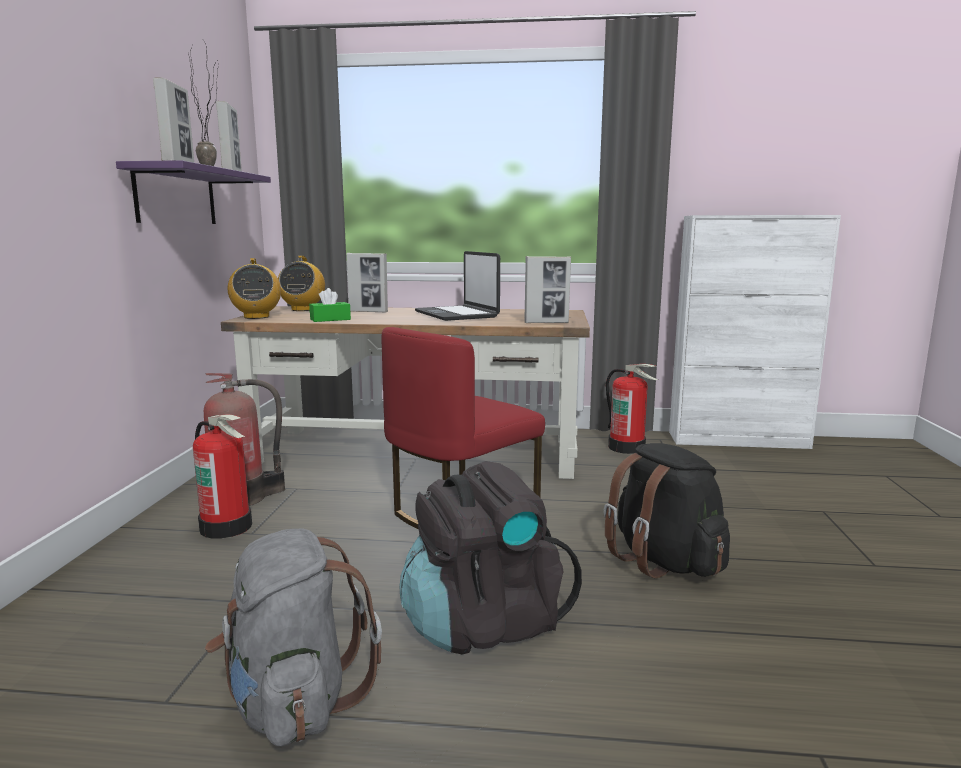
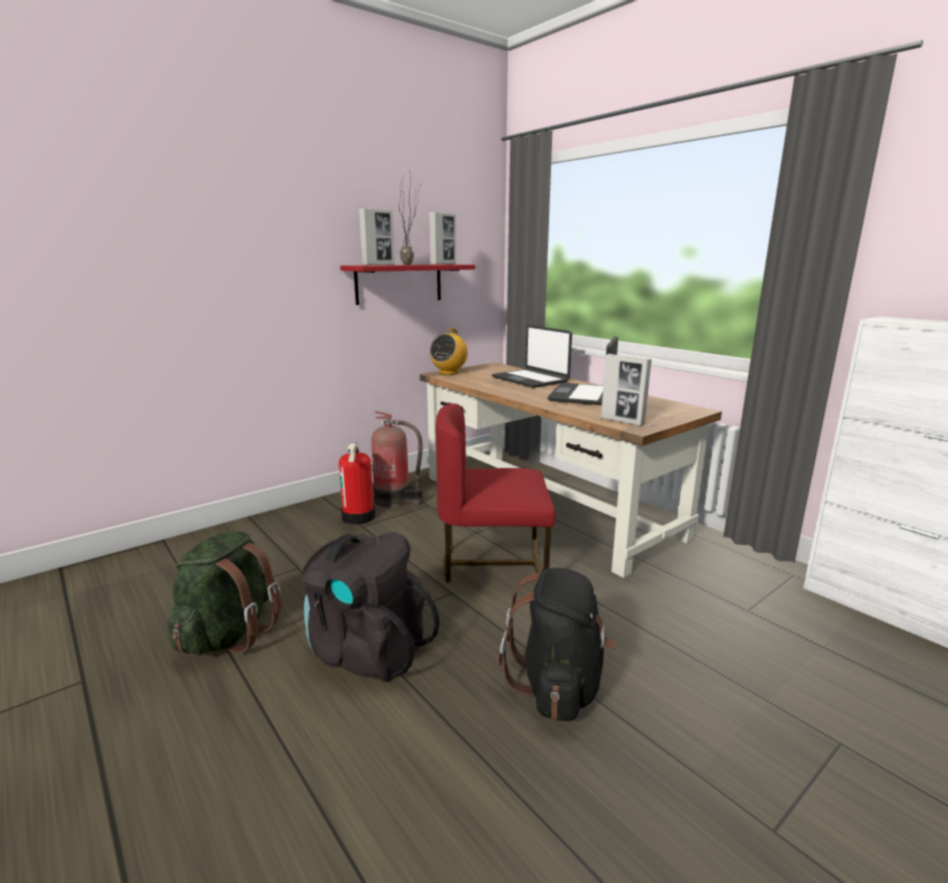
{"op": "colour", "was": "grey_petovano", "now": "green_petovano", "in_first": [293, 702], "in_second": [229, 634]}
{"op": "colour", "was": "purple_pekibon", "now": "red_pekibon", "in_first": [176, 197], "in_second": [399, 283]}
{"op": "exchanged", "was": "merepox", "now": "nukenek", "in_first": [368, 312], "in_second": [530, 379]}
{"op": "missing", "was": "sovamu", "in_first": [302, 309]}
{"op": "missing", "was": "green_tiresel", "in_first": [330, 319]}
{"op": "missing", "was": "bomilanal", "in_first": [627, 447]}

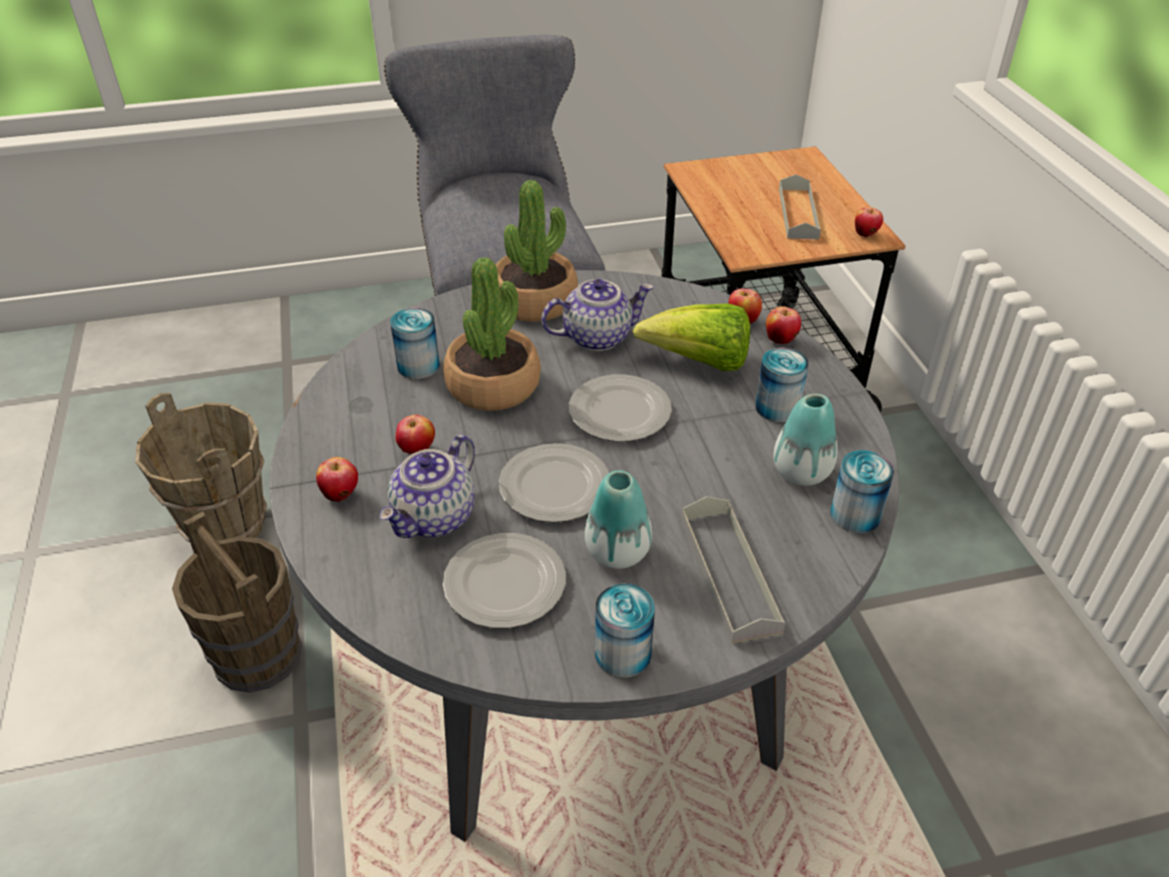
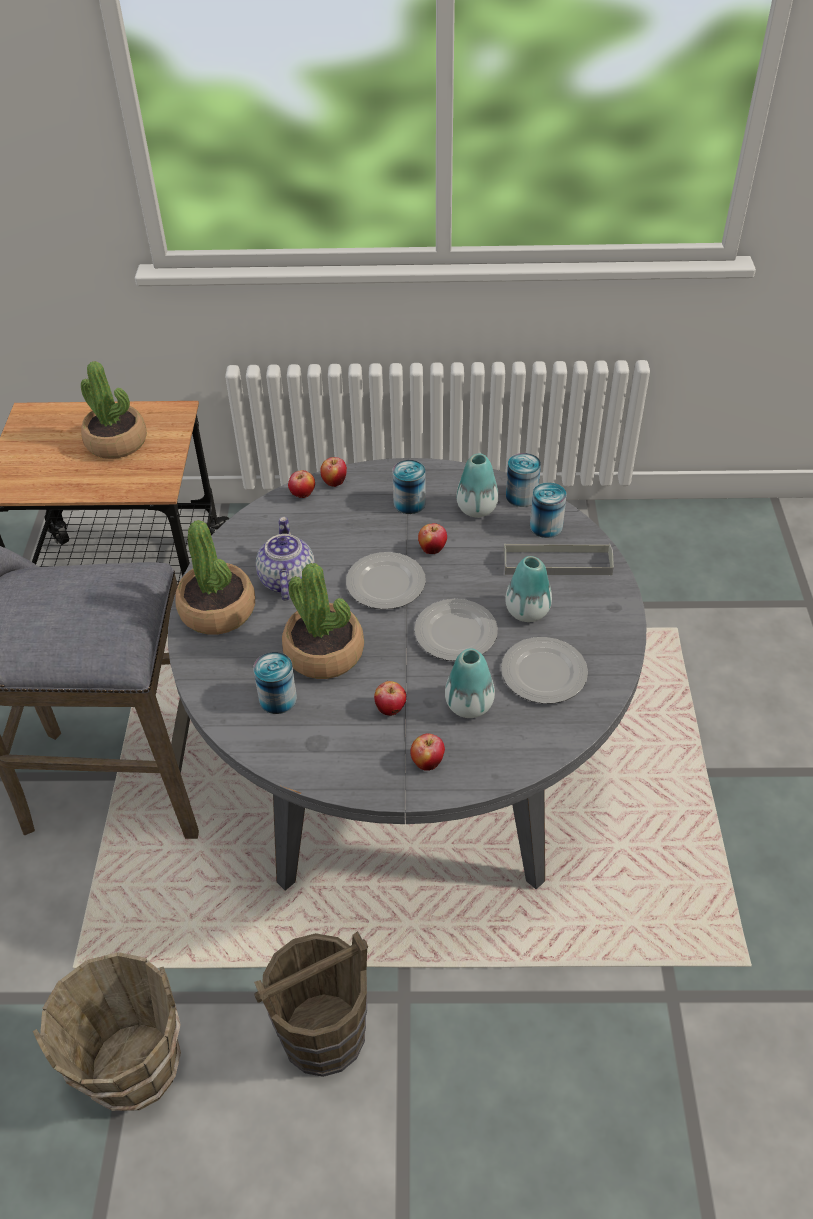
{"op": "exchanged", "was": "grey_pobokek", "now": "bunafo", "in_first": [798, 213], "in_second": [117, 442]}
{"op": "relocated", "was": "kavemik", "in_first": [865, 234], "in_second": [432, 549]}
{"op": "exchanged", "was": "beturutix", "now": "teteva", "in_first": [435, 518], "in_second": [469, 705]}
{"op": "relocated", "was": "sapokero", "in_first": [623, 653], "in_second": [546, 526]}
{"op": "missing", "was": "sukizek", "in_first": [699, 363]}

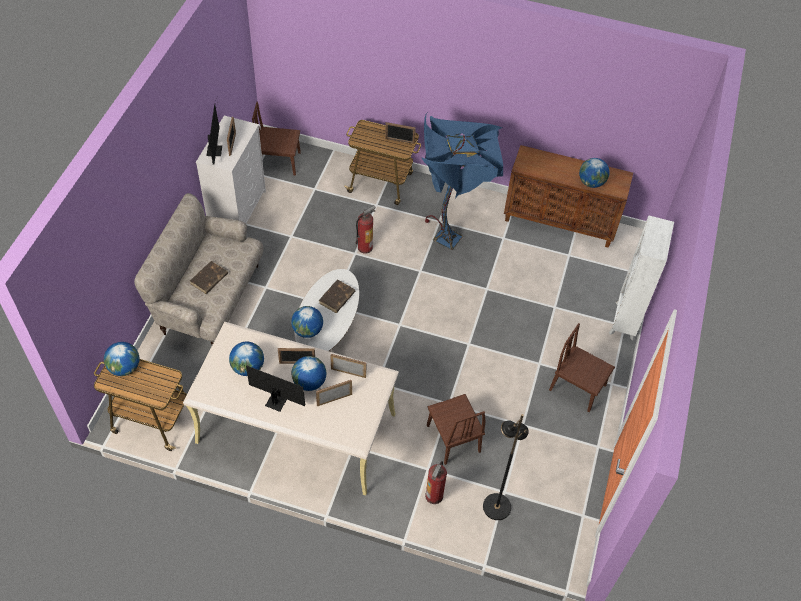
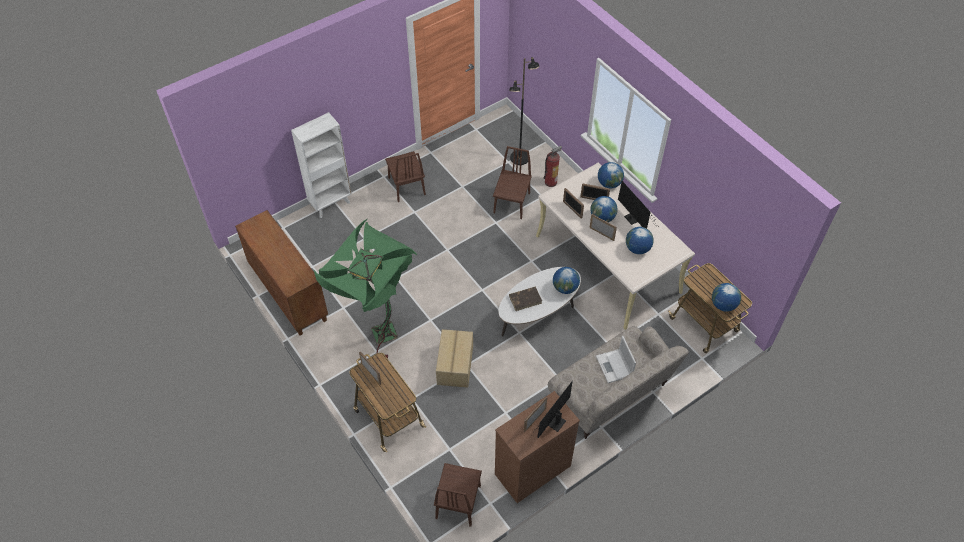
{"op": "colour", "was": "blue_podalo", "now": "green_podalo", "in_first": [452, 233], "in_second": [377, 335]}
{"op": "spun", "was": "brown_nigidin", "in_first": [279, 162], "in_second": [458, 501], "clockwise": 60}
{"op": "exchanged", "was": "bomilanal", "now": "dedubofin", "in_first": [365, 247], "in_second": [454, 365]}
{"op": "colour", "was": "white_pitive", "now": "brown_pitive", "in_first": [237, 209], "in_second": [532, 470]}
{"op": "exchanged", "was": "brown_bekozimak", "now": "nukenek", "in_first": [209, 279], "in_second": [614, 366]}
{"op": "relocated", "was": "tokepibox", "in_first": [591, 183], "in_second": [609, 183]}

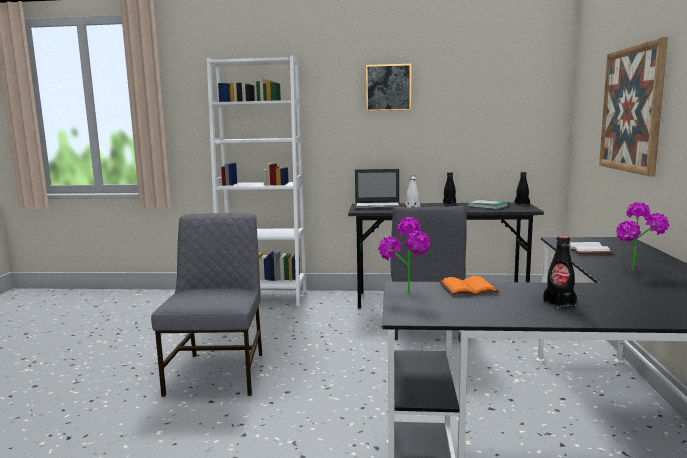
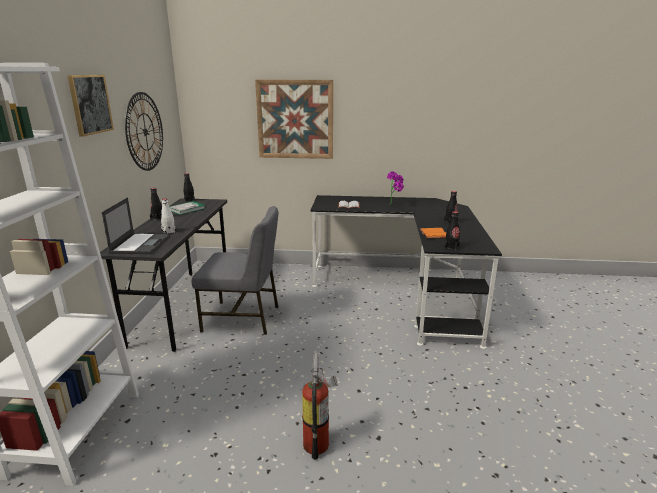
{"op": "appeared", "now": "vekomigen", "in_second": [145, 132]}
{"op": "exchanged", "was": "grey_nigidin", "now": "bomilanal", "in_first": [219, 372], "in_second": [318, 442]}
{"op": "exchanged", "was": "bunafo", "now": "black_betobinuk", "in_first": [406, 295], "in_second": [451, 247]}

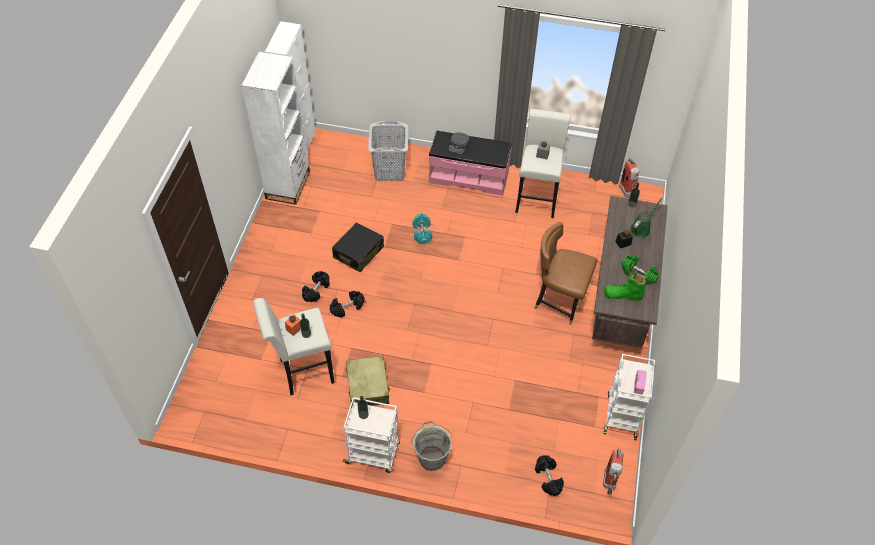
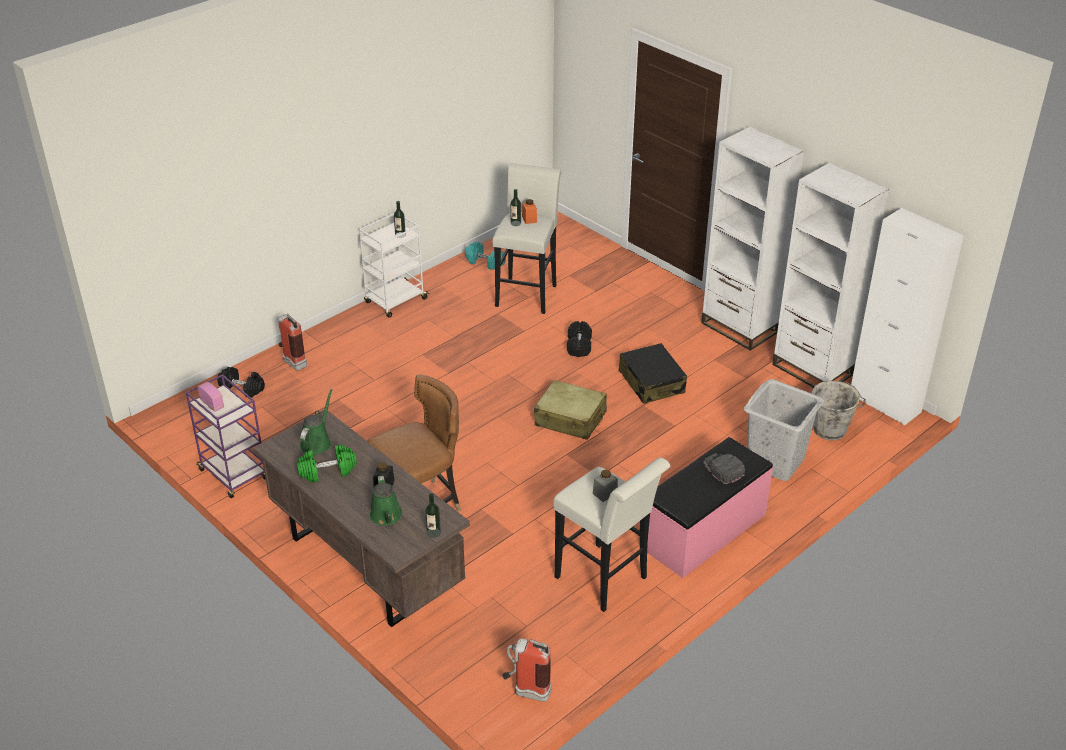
{"op": "colour", "was": "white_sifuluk", "now": "purple_sifuluk", "in_first": [621, 415], "in_second": [234, 475]}
{"op": "relocated", "was": "bomilanal", "in_first": [609, 483], "in_second": [292, 361]}
{"op": "exchanged", "was": "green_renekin", "now": "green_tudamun", "in_first": [623, 294], "in_second": [317, 442]}
{"op": "relocated", "was": "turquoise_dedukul", "in_first": [422, 233], "in_second": [485, 262]}
{"op": "relocated", "was": "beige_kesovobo", "in_first": [368, 386], "in_second": [570, 419]}
{"op": "appeared", "now": "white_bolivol", "in_second": [739, 327]}
{"op": "relocated", "was": "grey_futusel", "in_first": [432, 457], "in_second": [831, 430]}
{"op": "missing", "was": "black_dedukul", "in_first": [316, 290]}

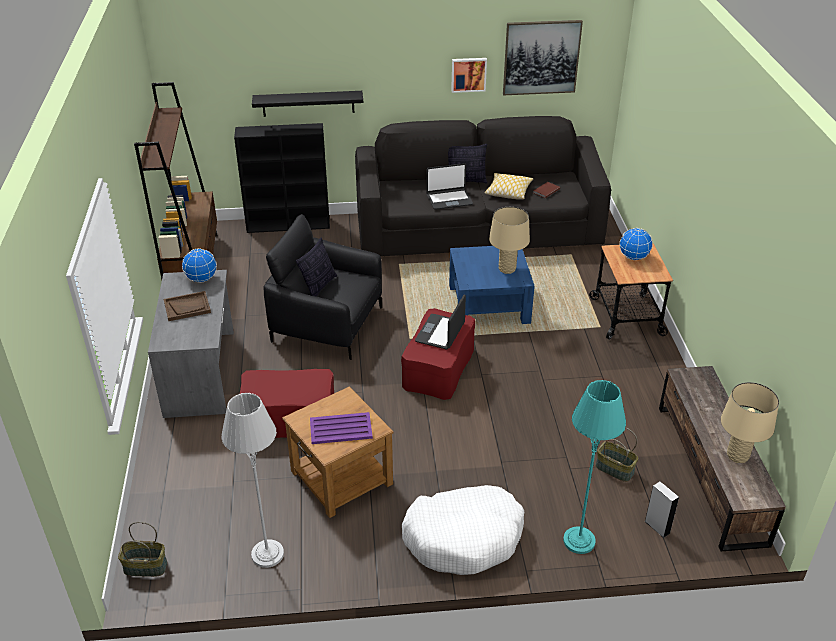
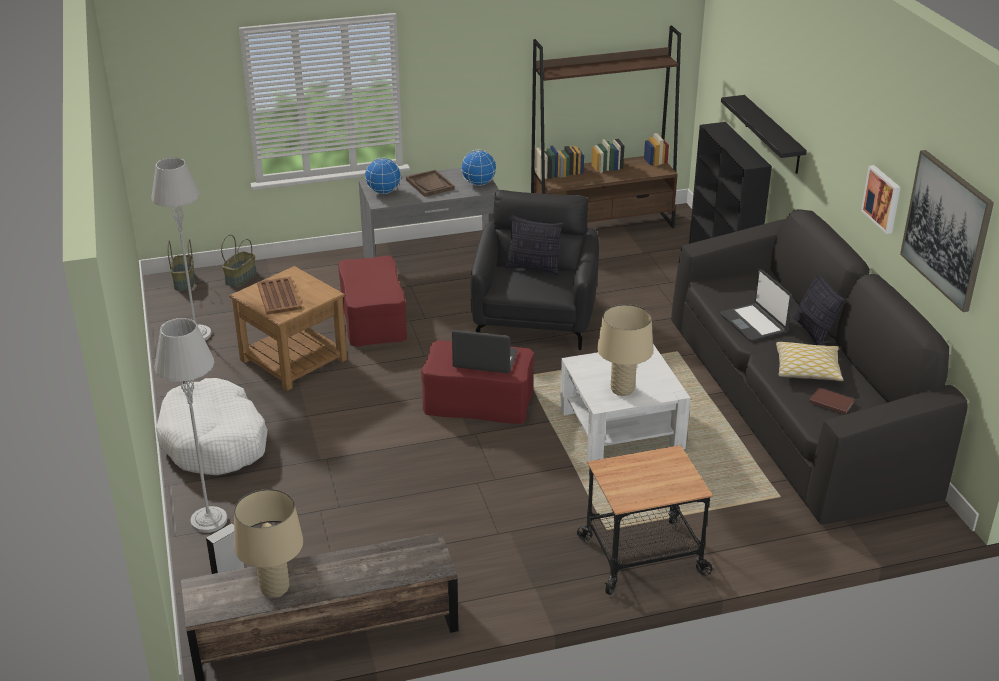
{"op": "colour", "was": "turquoise_podalo", "now": "grey_podalo", "in_first": [579, 541], "in_second": [209, 520]}
{"op": "relocated", "was": "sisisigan", "in_first": [614, 469], "in_second": [240, 278]}
{"op": "colour", "was": "purple_pobokek", "now": "brown_pobokek", "in_first": [341, 429], "in_second": [279, 297]}
{"op": "relocated", "was": "tokepibox", "in_first": [633, 257], "in_second": [384, 192]}
{"op": "colour", "was": "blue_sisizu", "now": "white_sisizu", "in_first": [489, 304], "in_second": [621, 429]}

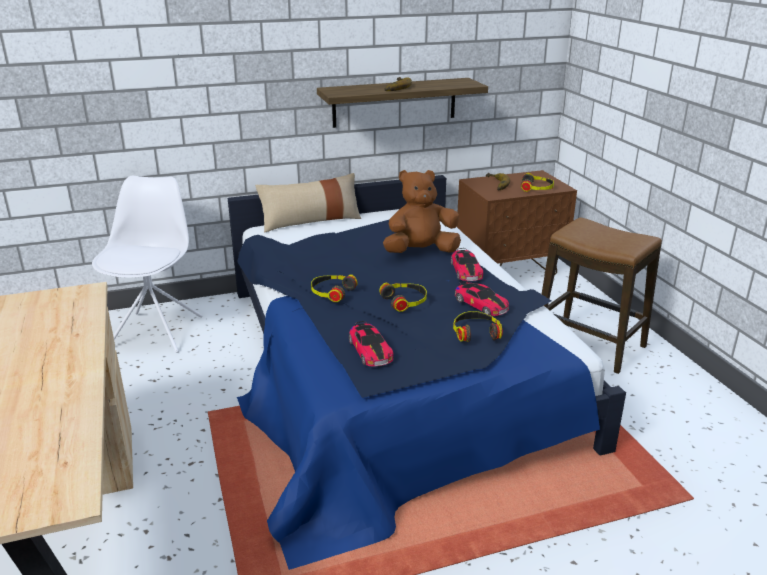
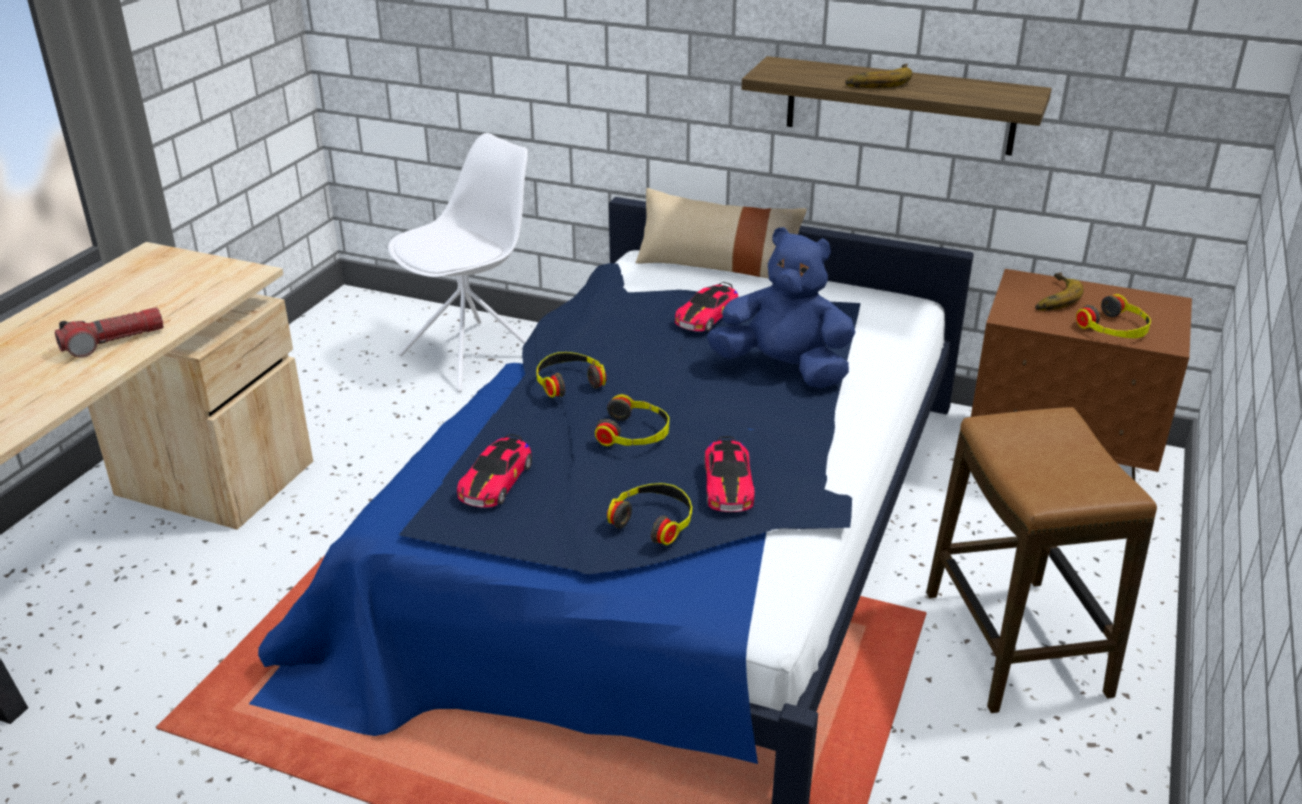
{"op": "appeared", "now": "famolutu", "in_second": [113, 342]}
{"op": "relocated", "was": "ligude", "in_first": [466, 271], "in_second": [707, 315]}
{"op": "colour", "was": "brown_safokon", "now": "blue_safokon", "in_first": [420, 252], "in_second": [783, 369]}

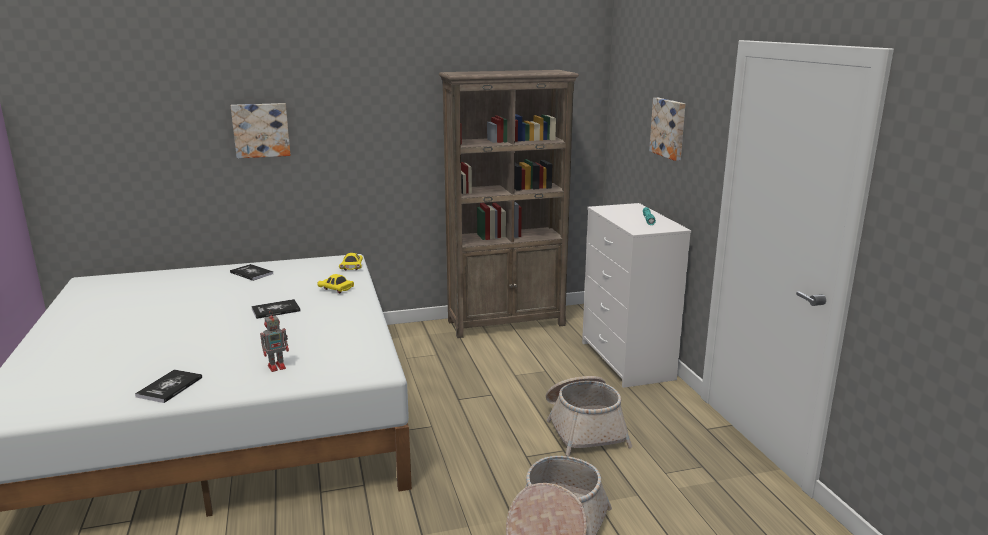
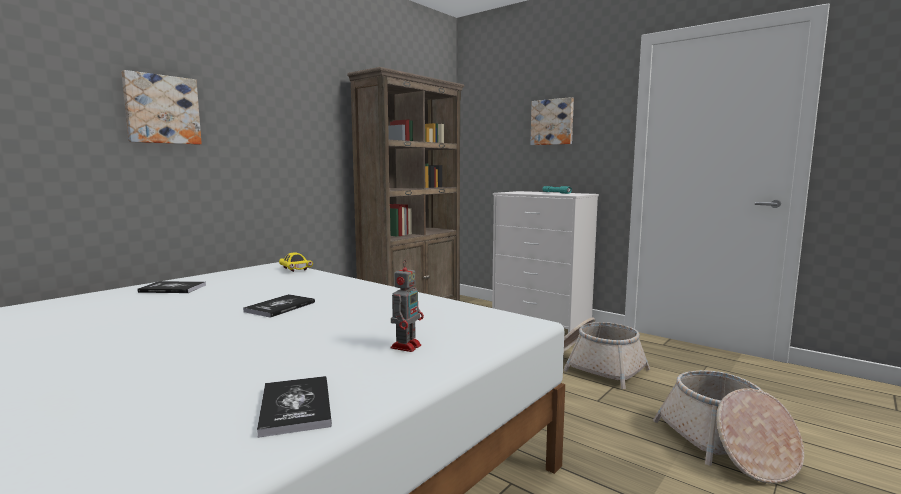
{"op": "missing", "was": "yellow_ligude", "in_first": [336, 289]}

